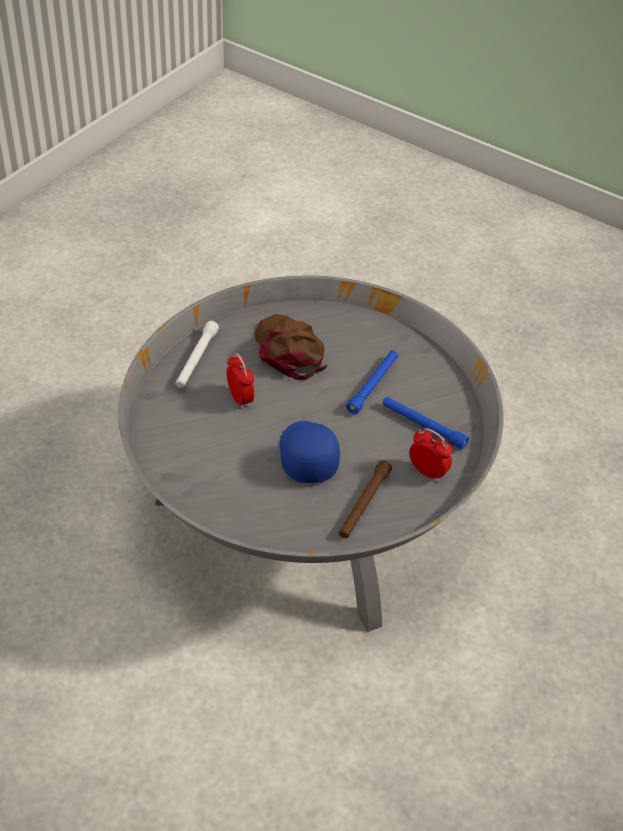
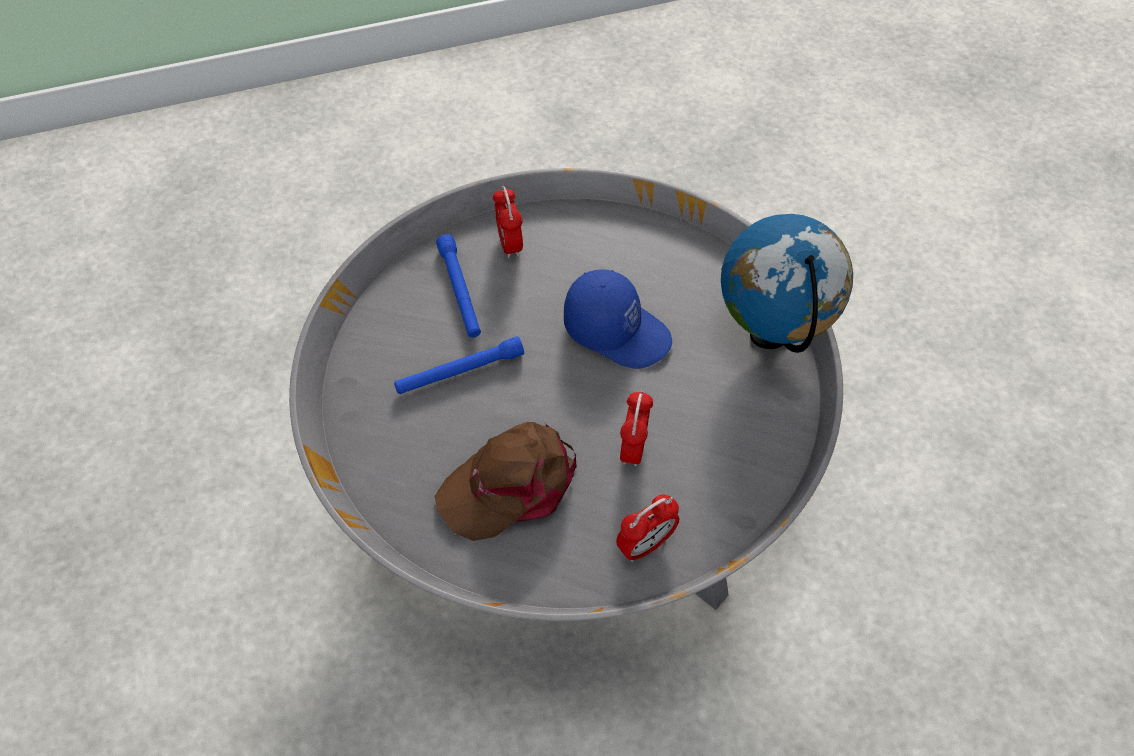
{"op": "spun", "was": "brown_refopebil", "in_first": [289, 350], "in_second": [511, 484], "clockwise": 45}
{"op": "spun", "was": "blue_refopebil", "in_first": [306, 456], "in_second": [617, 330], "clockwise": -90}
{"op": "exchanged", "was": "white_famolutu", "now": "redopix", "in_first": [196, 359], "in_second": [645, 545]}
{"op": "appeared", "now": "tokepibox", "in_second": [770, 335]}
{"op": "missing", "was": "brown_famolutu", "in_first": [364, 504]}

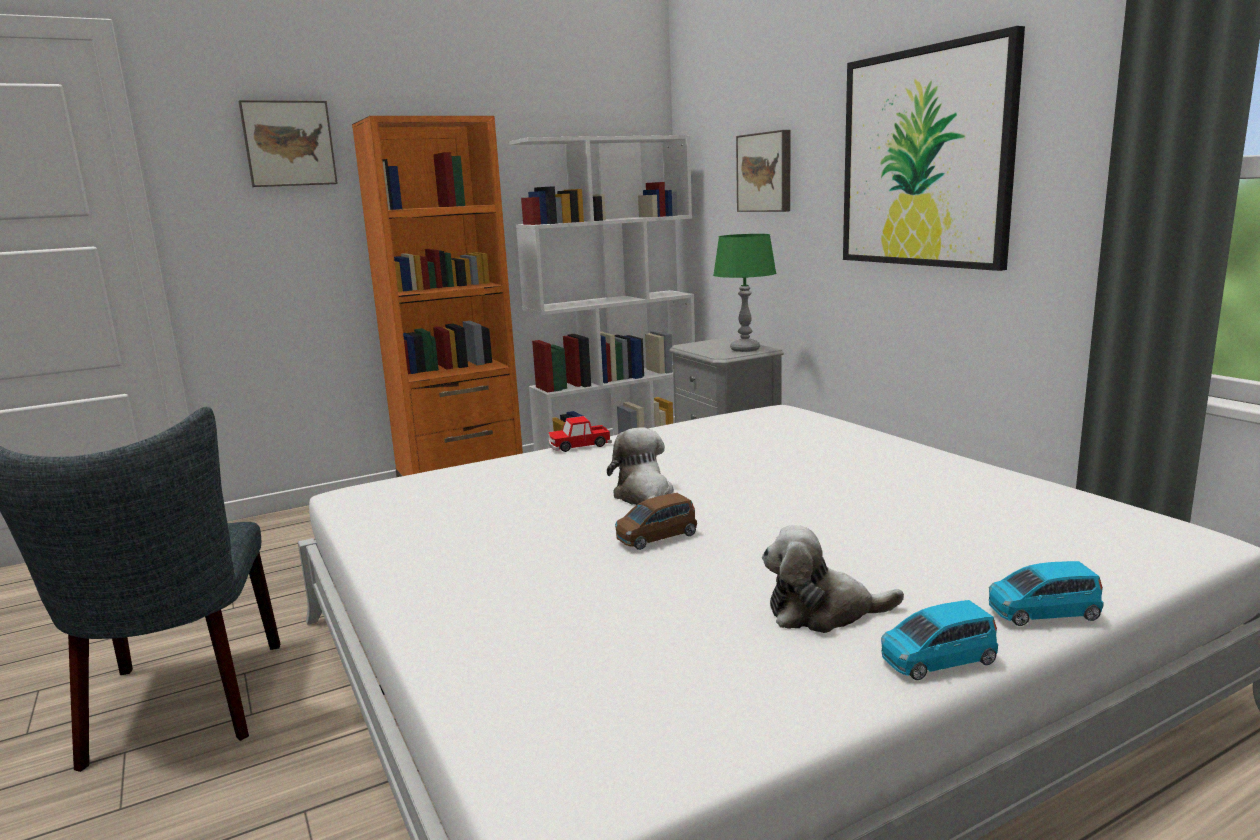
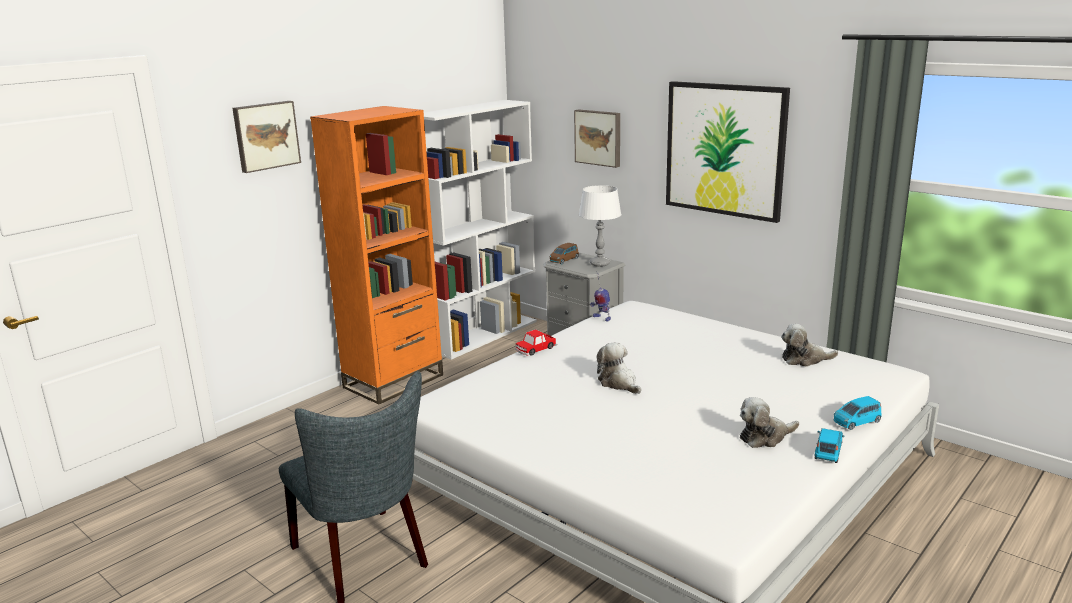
{"op": "relocated", "was": "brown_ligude", "in_first": [656, 537], "in_second": [564, 260]}
{"op": "colour", "was": "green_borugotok", "now": "white_borugotok", "in_first": [745, 349], "in_second": [599, 264]}
{"op": "appeared", "now": "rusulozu", "in_second": [601, 318]}
{"op": "appeared", "now": "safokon", "in_second": [804, 359]}
{"op": "spun", "was": "blue_ligude", "in_first": [937, 660], "in_second": [828, 451], "clockwise": 150}

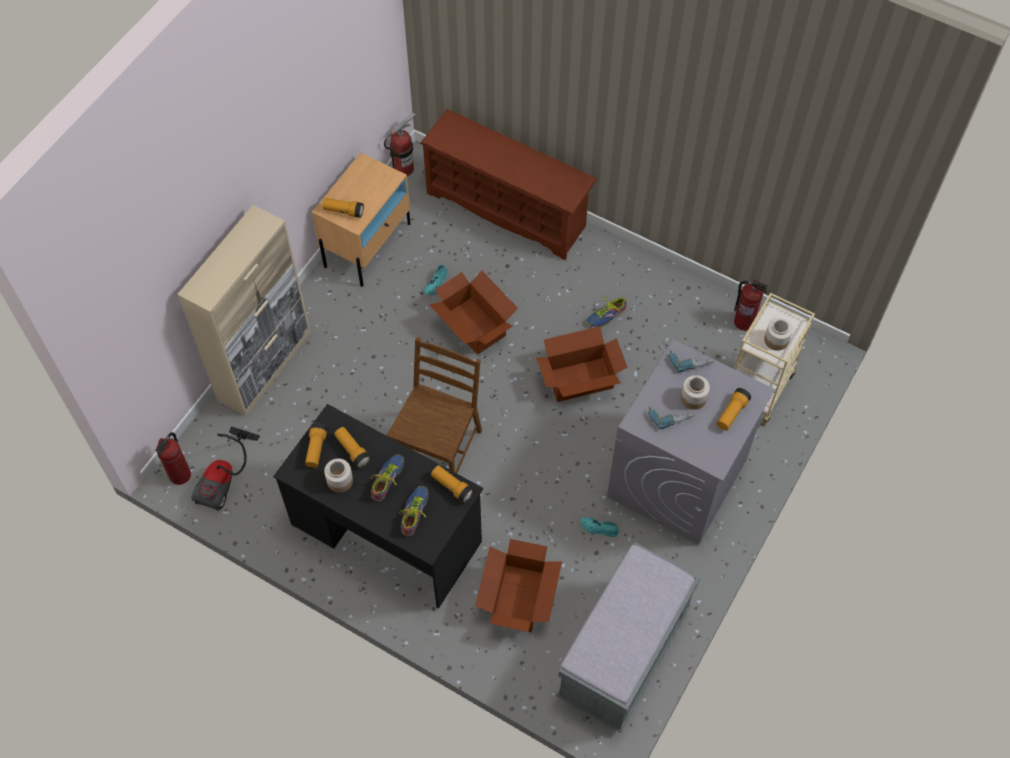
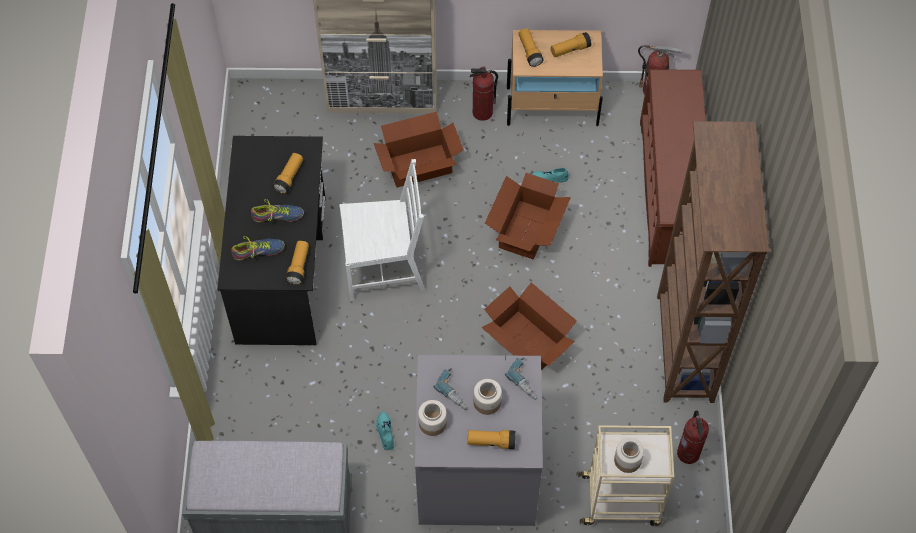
{"op": "colour", "was": "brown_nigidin", "now": "white_nigidin", "in_first": [437, 449], "in_second": [384, 266]}
{"op": "relocated", "was": "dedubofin", "in_first": [517, 598], "in_second": [418, 165]}
{"op": "relocated", "was": "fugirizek", "in_first": [340, 480], "in_second": [433, 423]}
{"op": "relocated", "was": "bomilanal", "in_first": [180, 475], "in_second": [482, 113]}
{"op": "relocated", "was": "famolutu", "in_first": [316, 449], "in_second": [570, 50]}
{"op": "appeared", "now": "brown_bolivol", "in_second": [683, 349]}
{"op": "missing", "was": "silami", "in_first": [226, 478]}
{"op": "missing", "was": "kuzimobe", "in_first": [606, 316]}

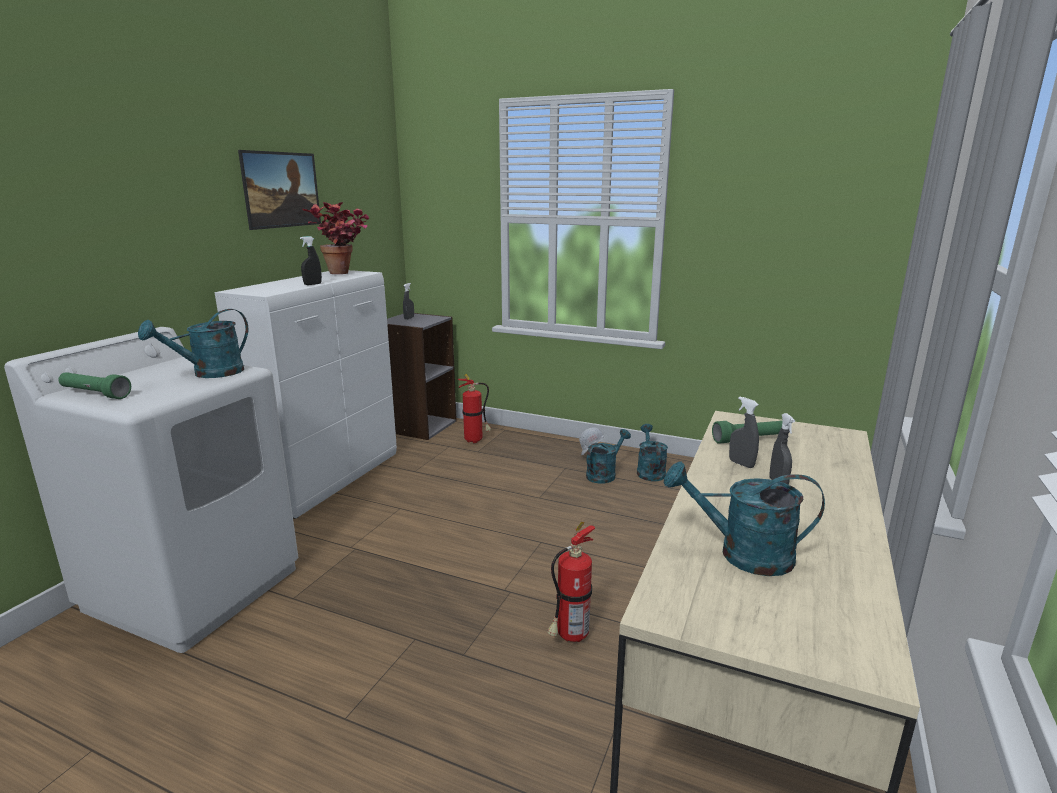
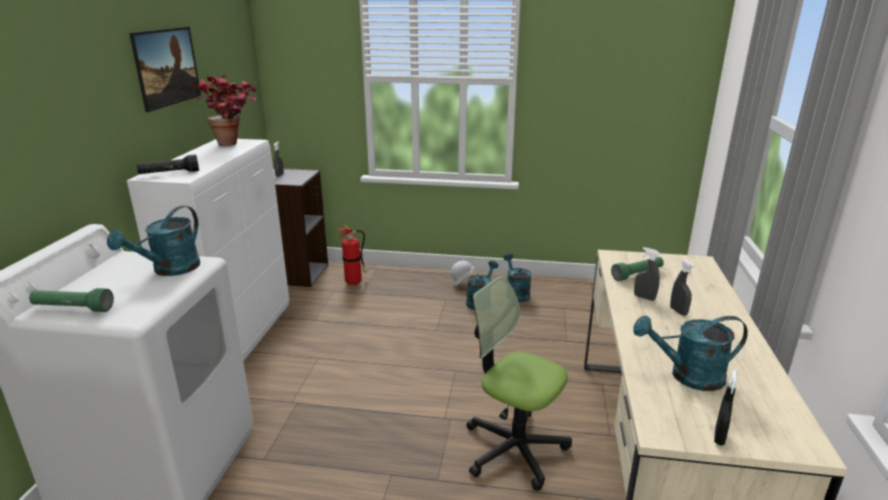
{"op": "appeared", "now": "black_famolutu", "in_second": [169, 173]}
{"op": "exchanged", "was": "bomilanal", "now": "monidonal", "in_first": [569, 637], "in_second": [514, 448]}
{"op": "relocated", "was": "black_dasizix", "in_first": [312, 284], "in_second": [719, 437]}

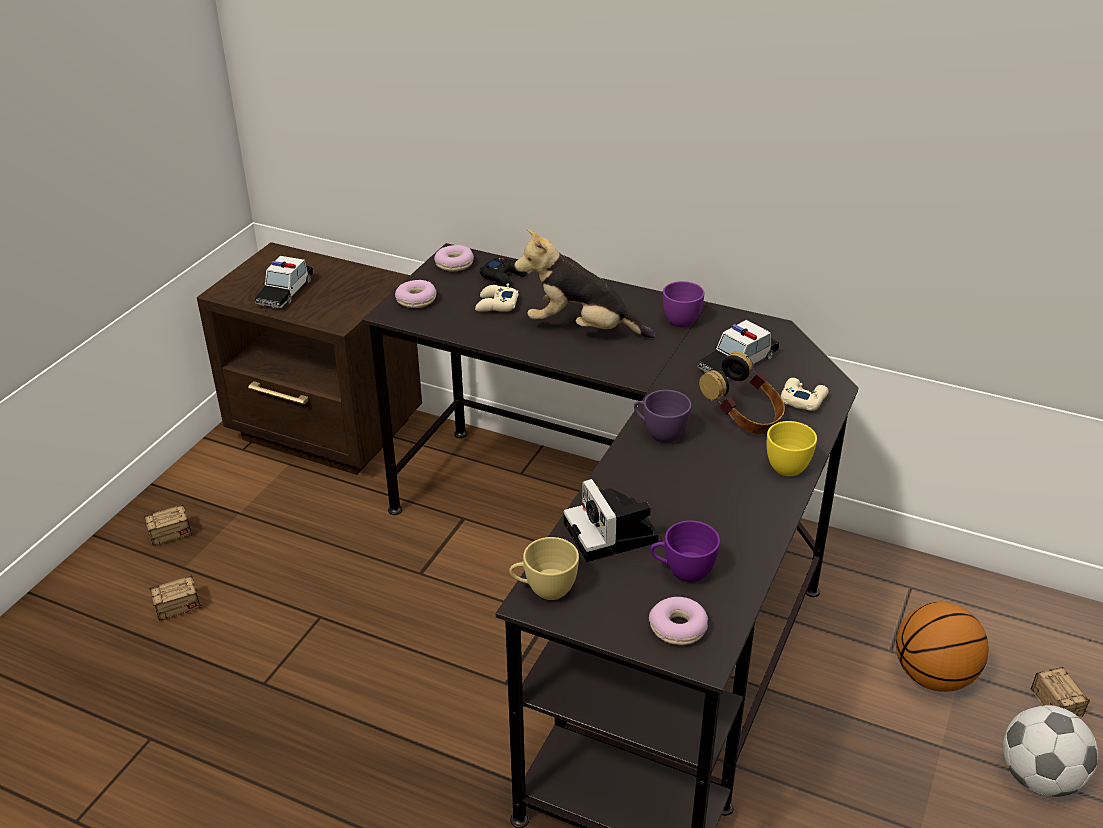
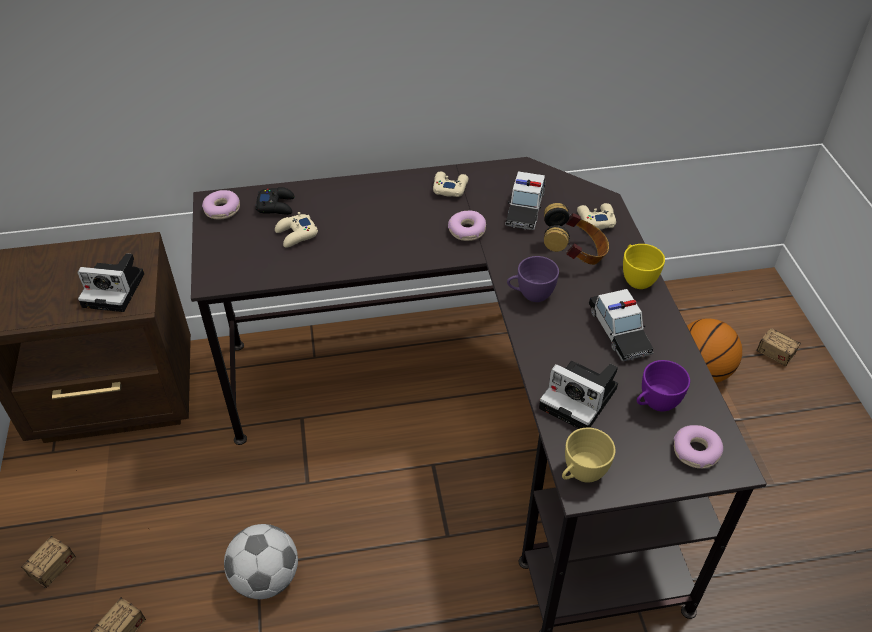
{"op": "appeared", "now": "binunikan", "in_second": [116, 290]}
{"op": "relocated", "was": "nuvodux", "in_first": [1040, 778], "in_second": [266, 578]}
{"op": "exchanged", "was": "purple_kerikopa", "now": "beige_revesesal", "in_first": [680, 319], "in_second": [449, 187]}
{"op": "relocated", "was": "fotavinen", "in_first": [416, 300], "in_second": [467, 231]}
{"op": "relocated", "was": "ligude", "in_first": [285, 292], "in_second": [619, 331]}
{"op": "missing", "was": "safokon", "in_first": [582, 329]}

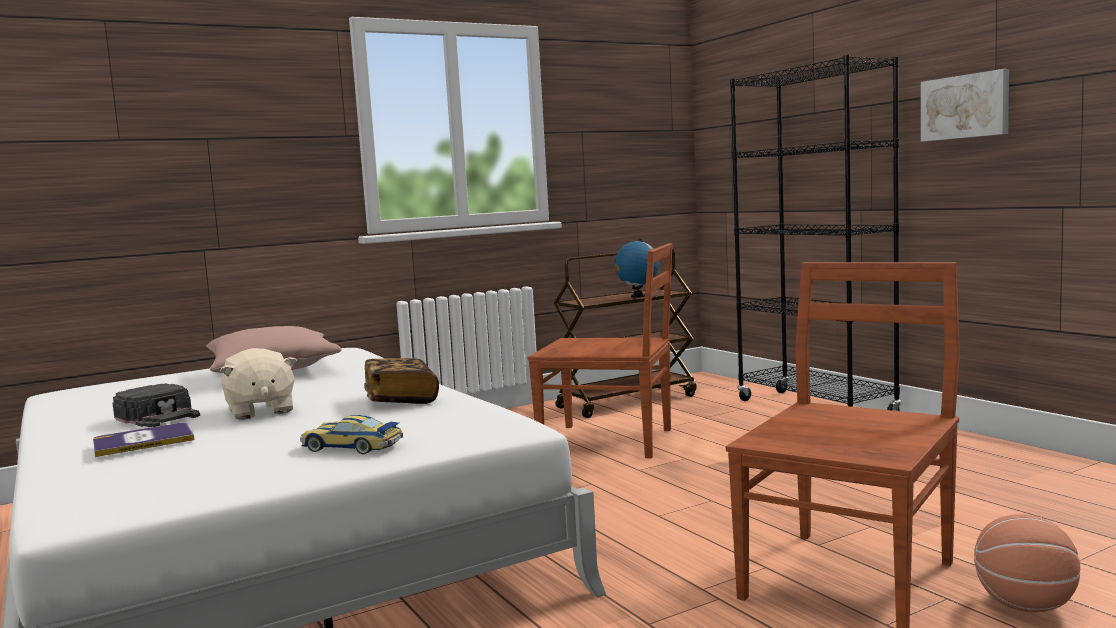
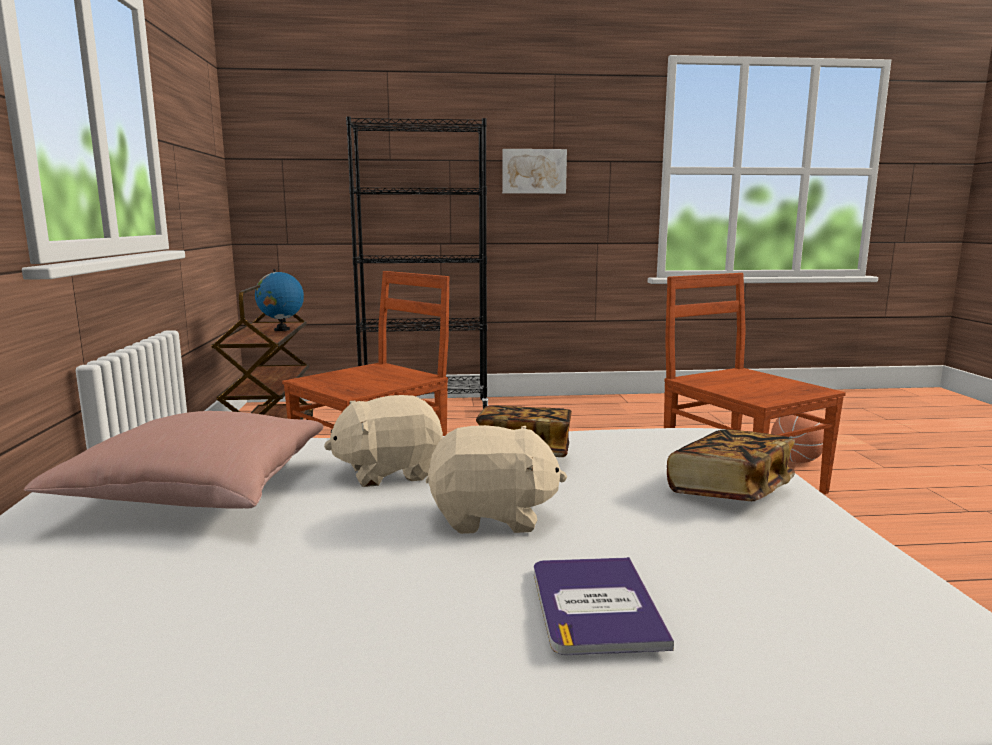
{"op": "appeared", "now": "beige_safokon", "in_second": [389, 472]}
{"op": "exchanged", "was": "ligude", "now": "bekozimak", "in_first": [352, 447], "in_second": [729, 490]}
{"op": "missing", "was": "black_refopebil", "in_first": [158, 416]}

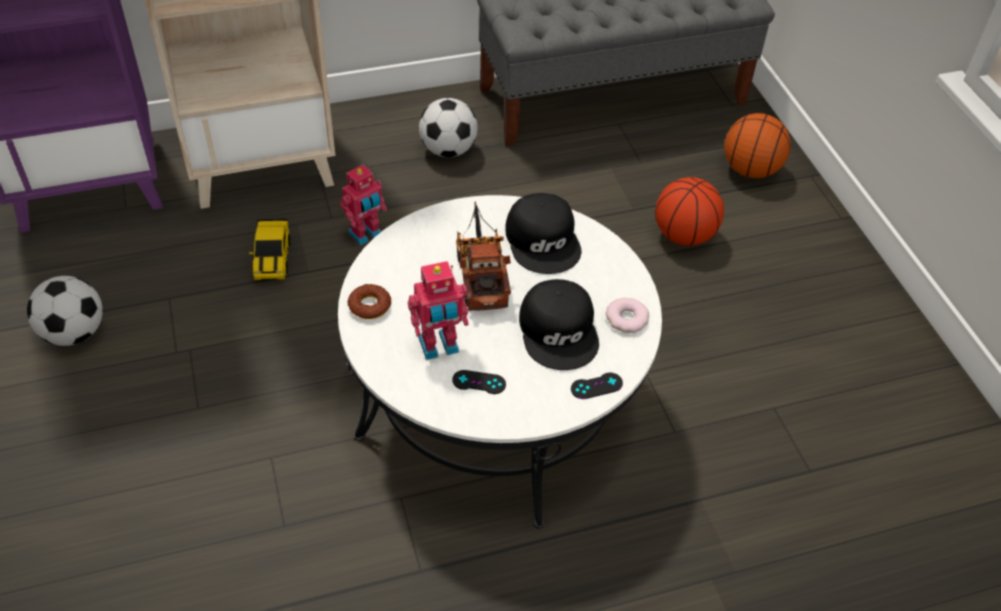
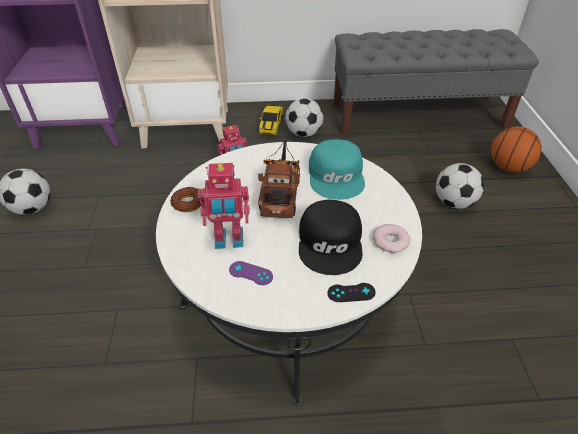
{"op": "colour", "was": "black_revesesal", "now": "purple_revesesal", "in_first": [479, 382], "in_second": [250, 273]}
{"op": "relocated", "was": "ligude", "in_first": [272, 258], "in_second": [271, 125]}
{"op": "colour", "was": "black_refopebil", "now": "turquoise_refopebil", "in_first": [544, 240], "in_second": [337, 176]}
{"op": "exchanged", "was": "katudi", "now": "nuvodux", "in_first": [684, 235], "in_second": [454, 203]}

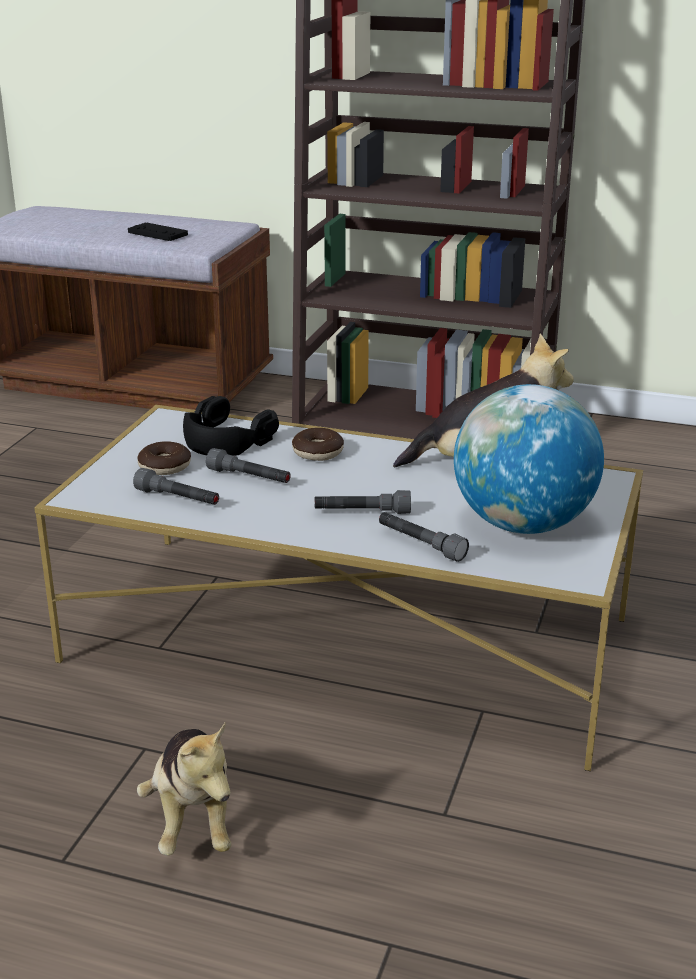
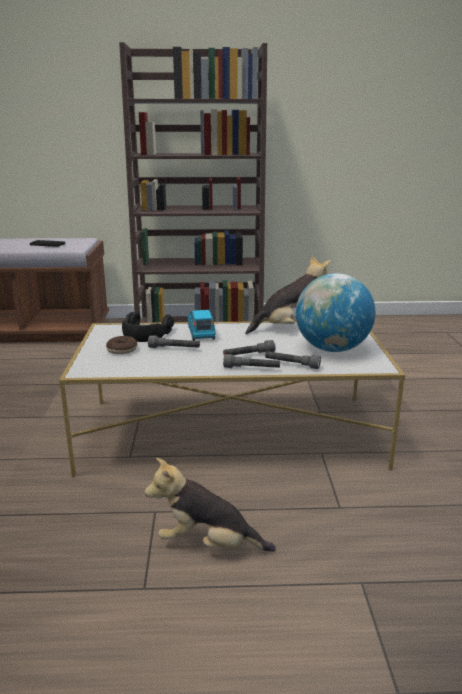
{"op": "spun", "was": "safokon", "in_first": [193, 820], "in_second": [208, 544], "clockwise": 135}
{"op": "exchanged", "was": "fotavinen", "now": "blue_ligude", "in_first": [318, 452], "in_second": [201, 333]}
{"op": "relocated", "was": "grey_famolutu", "in_first": [178, 499], "in_second": [251, 368]}

